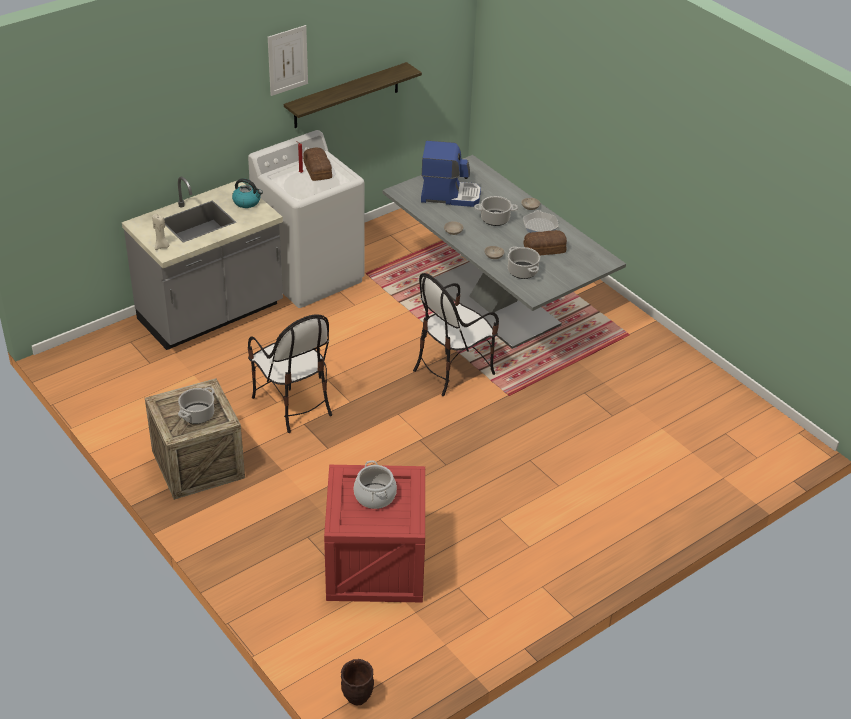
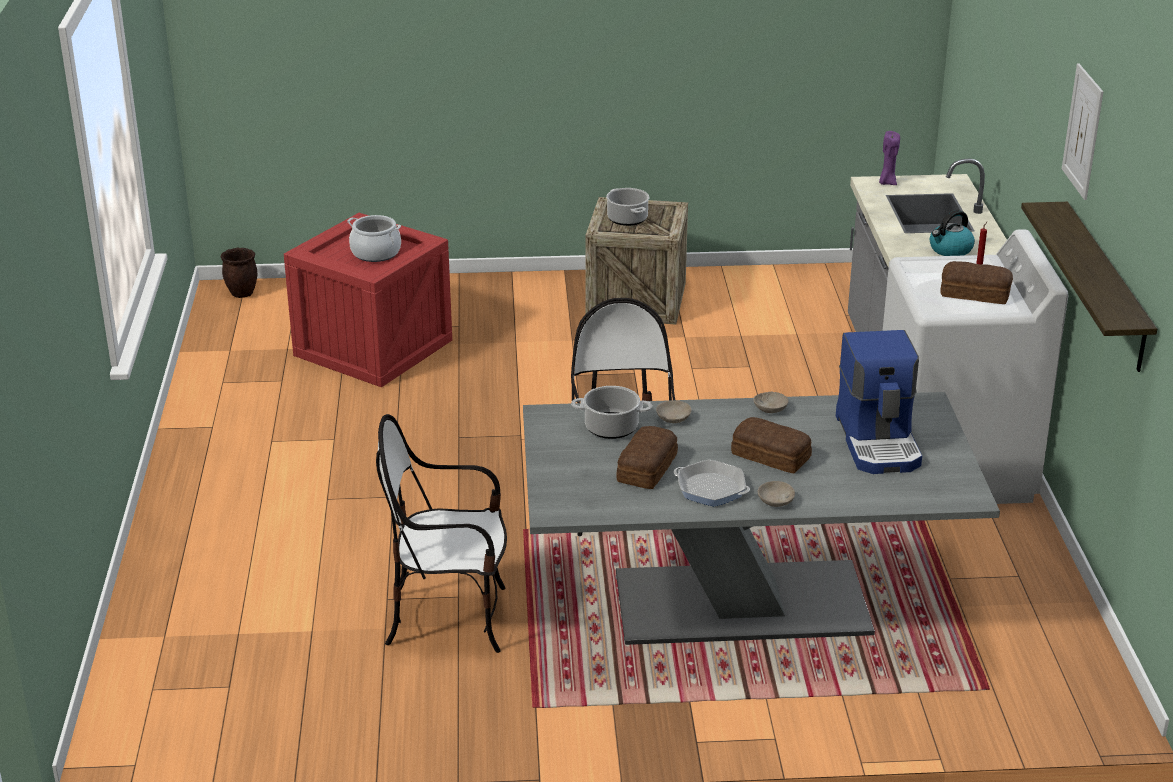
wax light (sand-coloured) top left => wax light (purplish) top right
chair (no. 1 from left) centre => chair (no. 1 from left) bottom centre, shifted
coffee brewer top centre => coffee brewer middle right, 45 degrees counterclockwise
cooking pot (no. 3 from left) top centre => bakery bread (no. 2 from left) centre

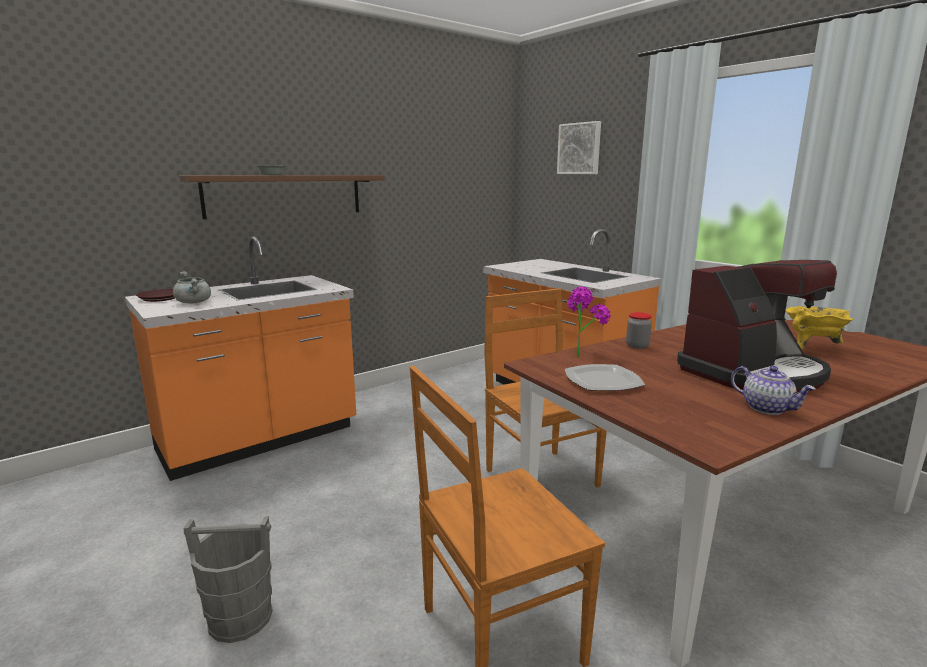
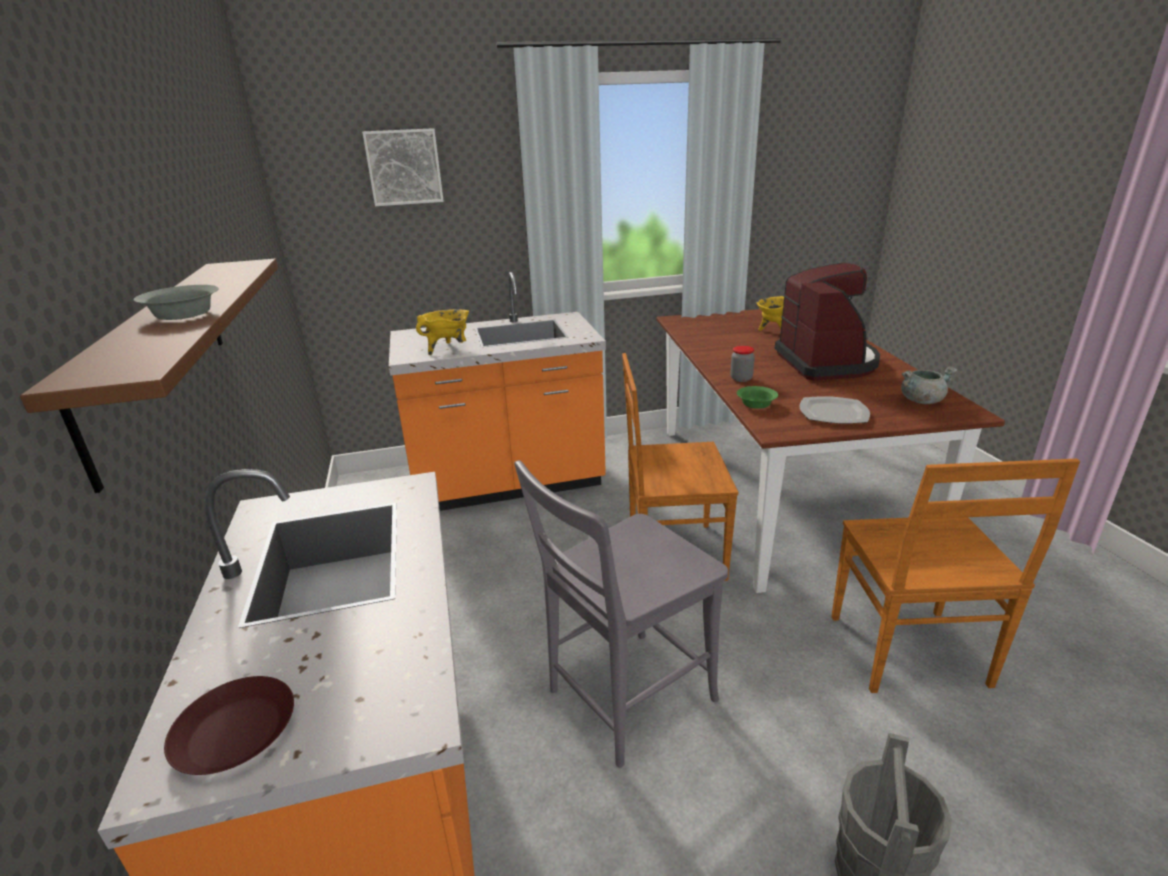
cooking pot (grey) middle left => cooking pot (grey) middle right, shifted
houseplant centre => serving bowl (green) centre
pot for tea middle right => nothing
nothing => cooking pot (yellow-coloured) (no. 1 from left) centre
nothing => chair (grey) bottom centre

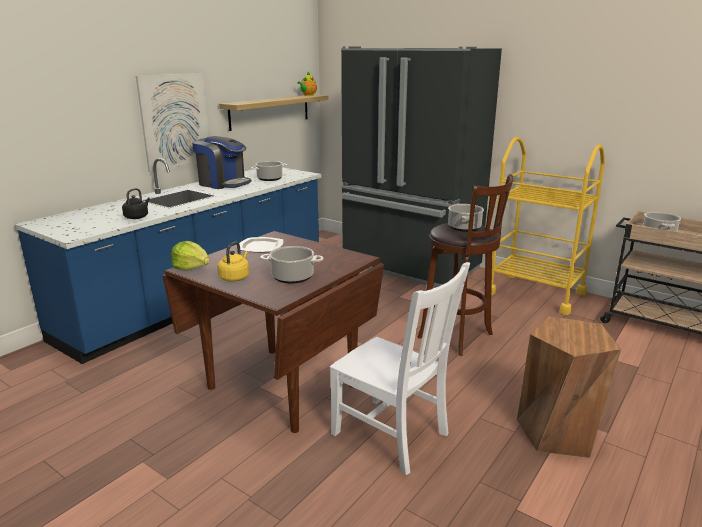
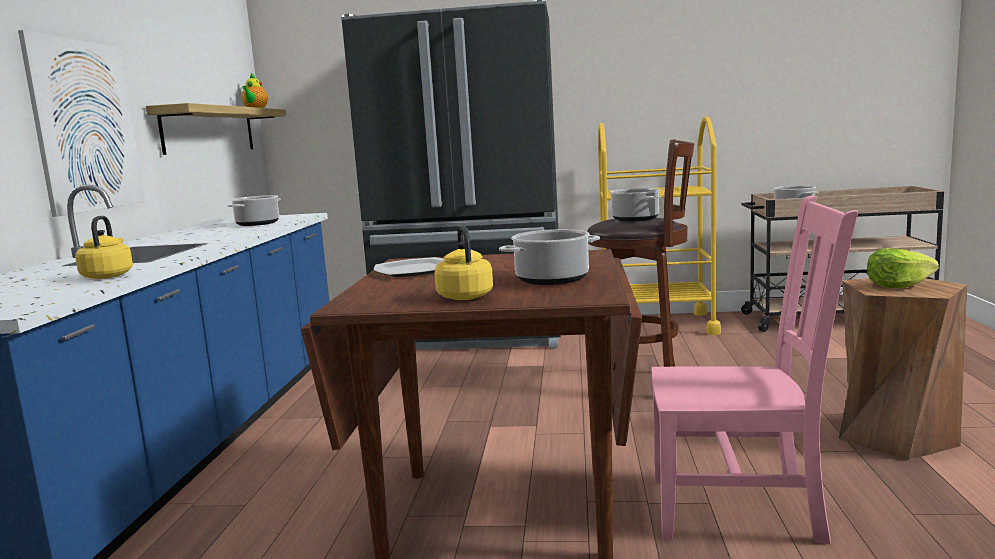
kettle (black-coloured) middle left => kettle (yellow-coloured) (no. 1 from left) middle left
head of lettuce middle left => head of lettuce middle right, shifted
coffee brewer top left => nothing
chair (whitish) bottom centre => chair (pinkish) middle right

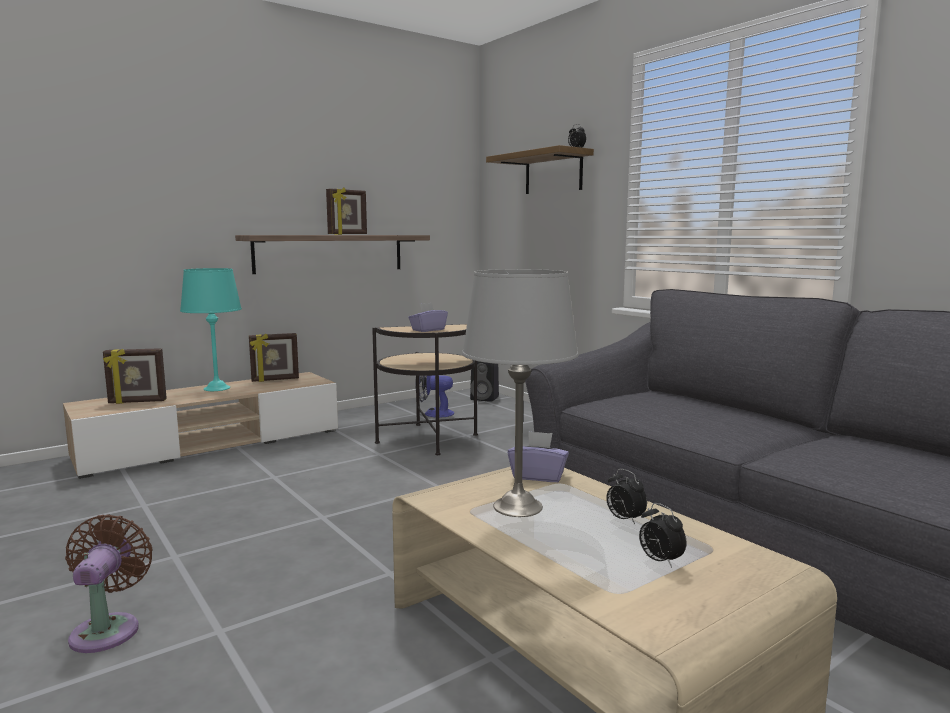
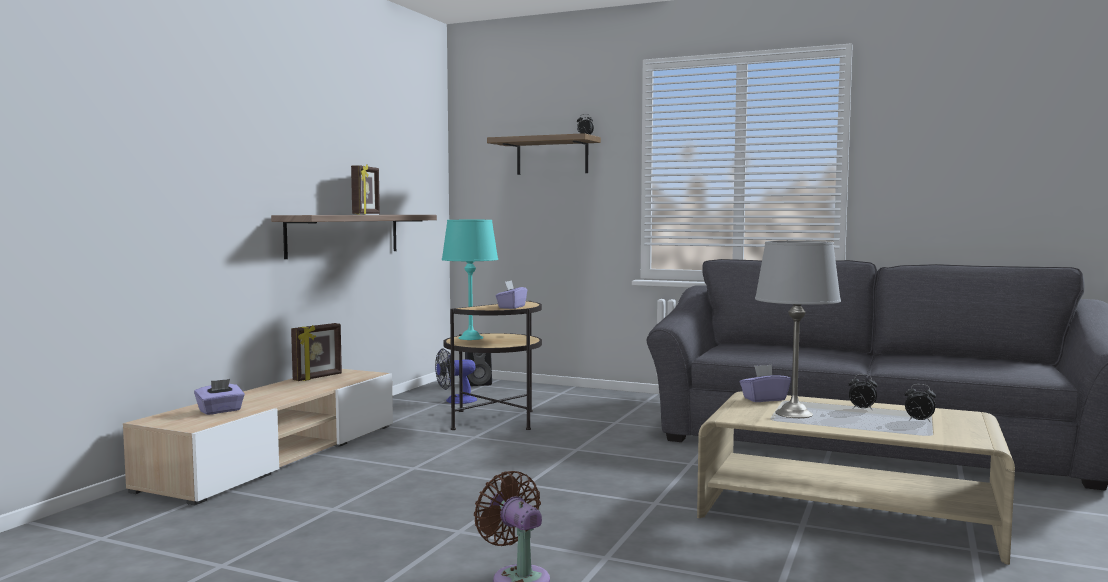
picture frame (no. 1 from left) middle left => tissue box (purplish) (no. 1 from left) bottom left
table lamp (turquoise) middle left => table lamp (turquoise) centre, shifted

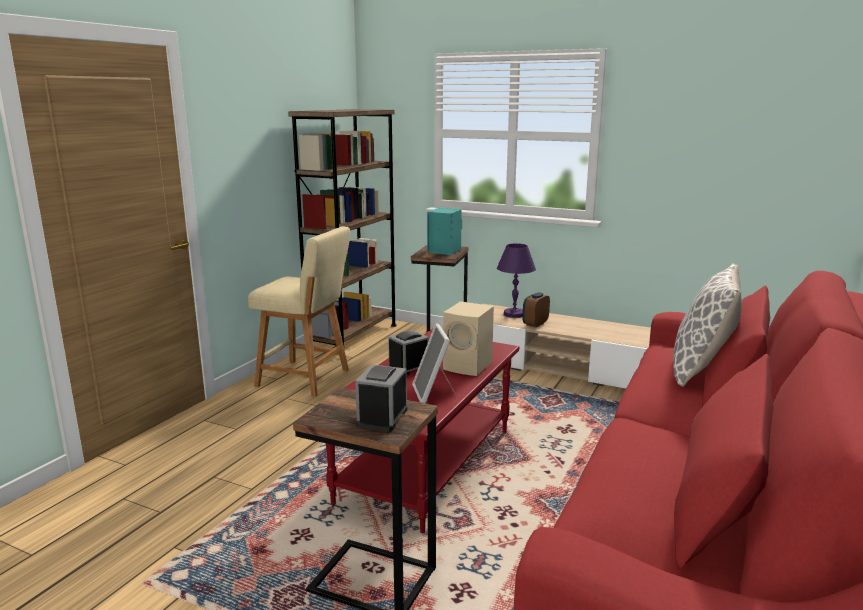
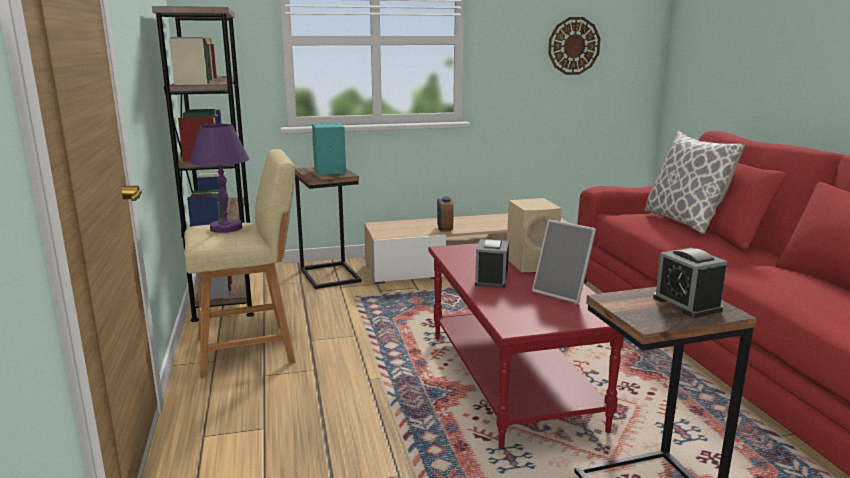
table lamp (purplish) centre => table lamp (purplish) middle left, shifted
nothing => clock on the wall top right

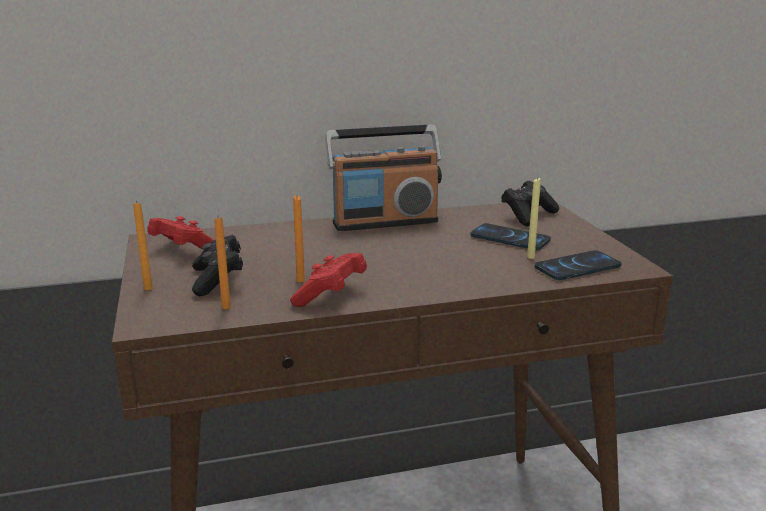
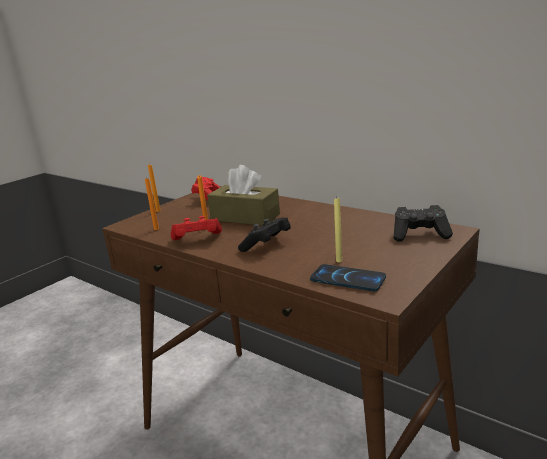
gamepad (black-coloured) (no. 1 from left) middle left => gamepad (black-coloured) (no. 1 from left) centre, shifted
radio receiver centre => nothing
telephone (no. 1 from left) centre => nothing
nothing => tissue box (brown) centre

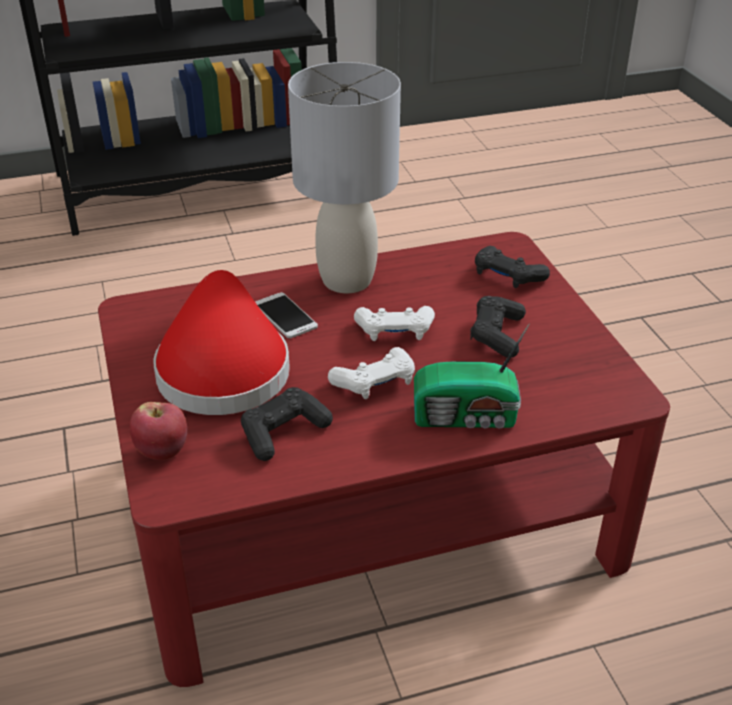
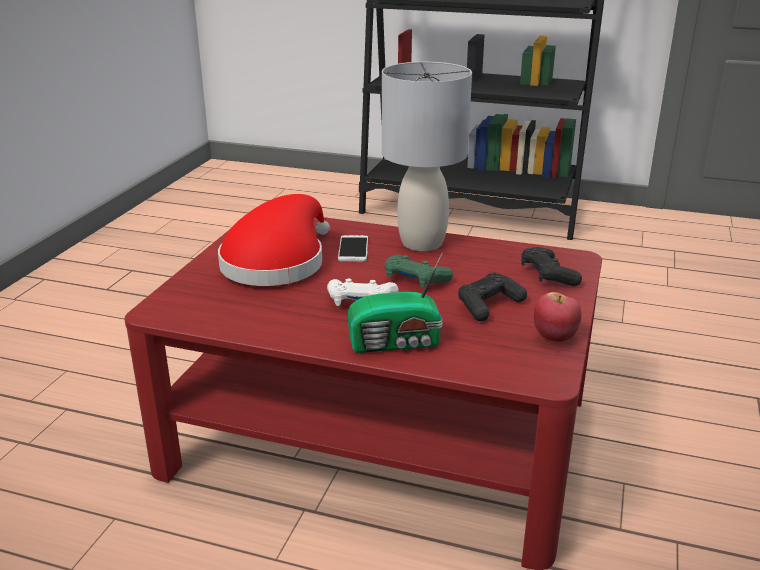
apple middle left => apple middle right, shifted
gamepad (black-coloured) (no. 1 from left) centre => nothing
gamepad (whitish) (no. 2 from left) centre => gamepad (green) centre
radio receiver centre, 45 degrees counterclockwise

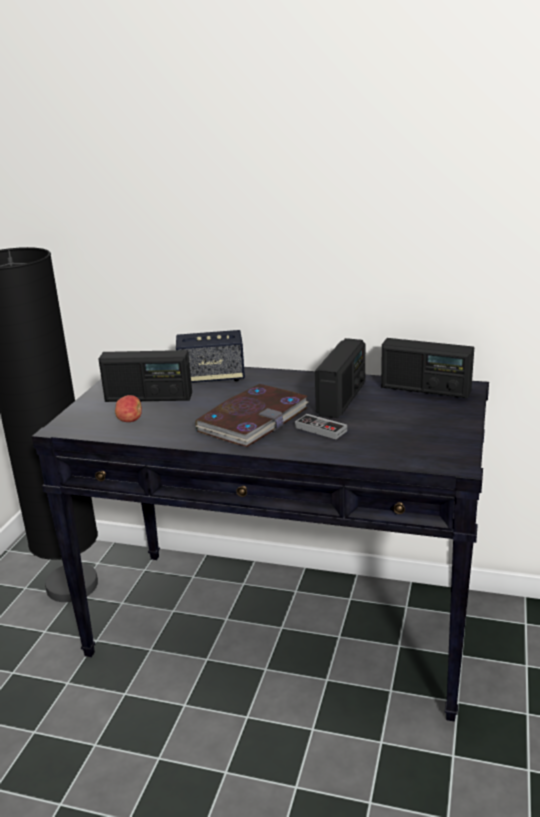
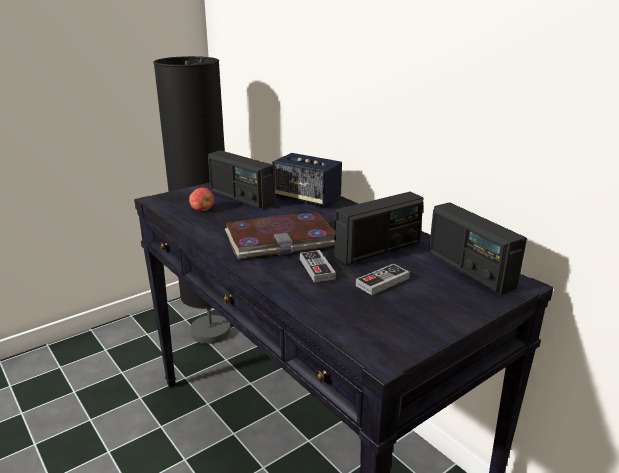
nothing => gamepad (no. 2 from left) centre

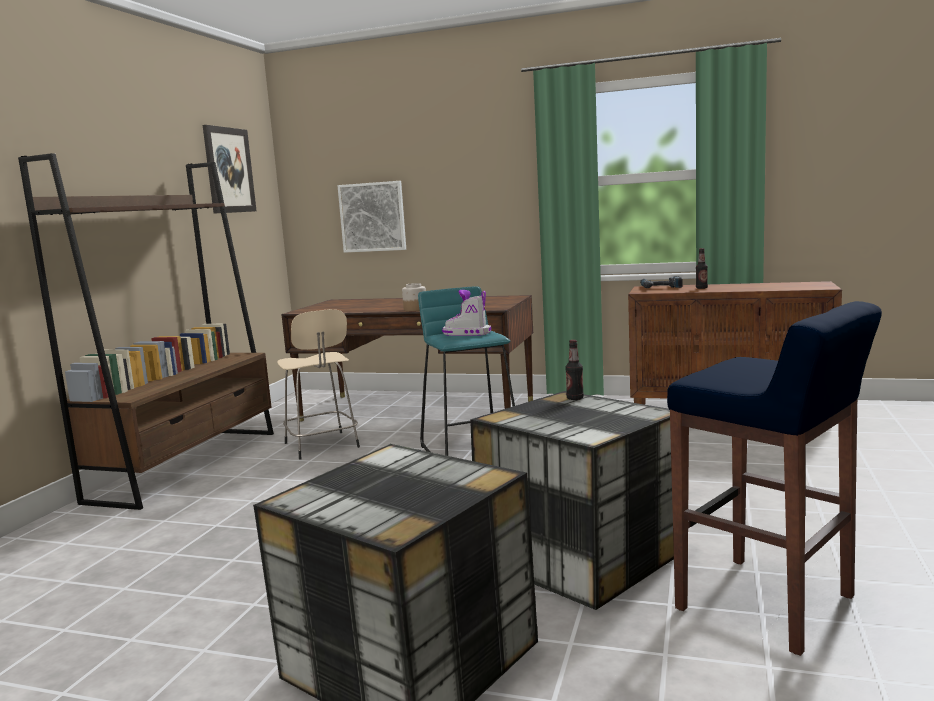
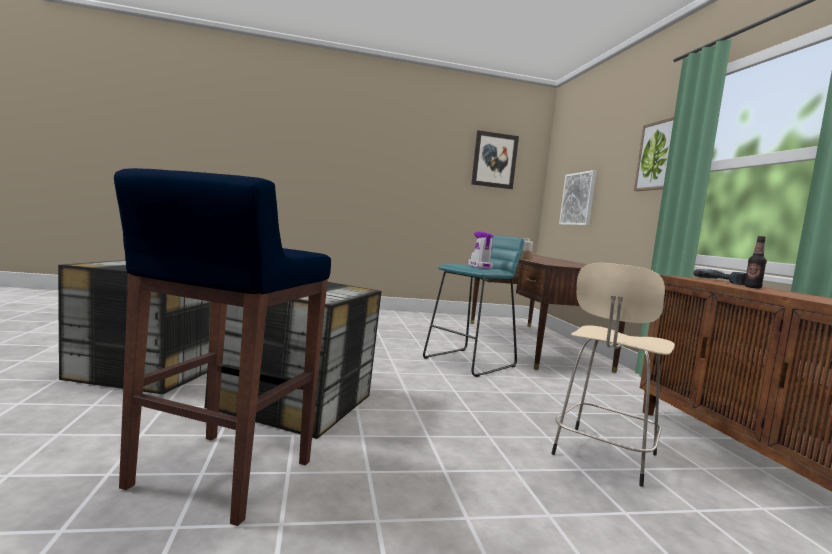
shelving unit (brown) middle left => nothing
sitting stool (sand-coloured) centre => sitting stool (sand-coloured) bottom right, shifted
bottle (no. 1 from left) centre => nothing
nothing => picture (no. 3 from left) top right

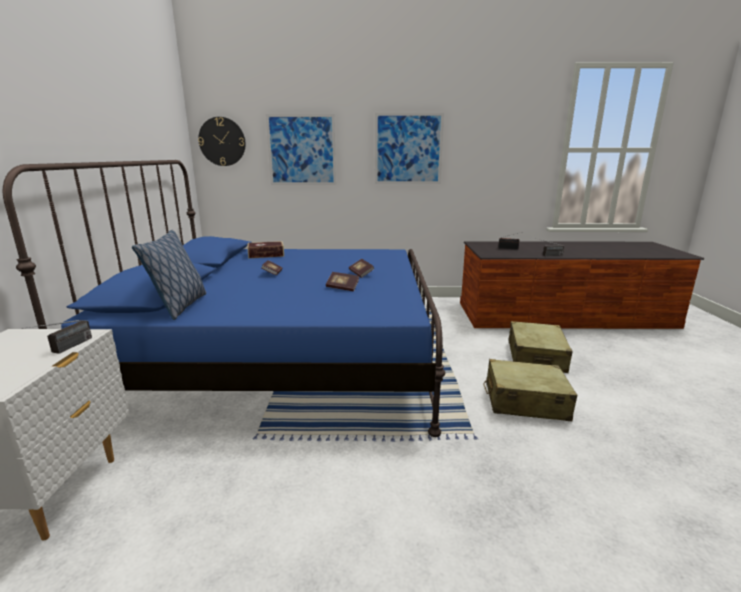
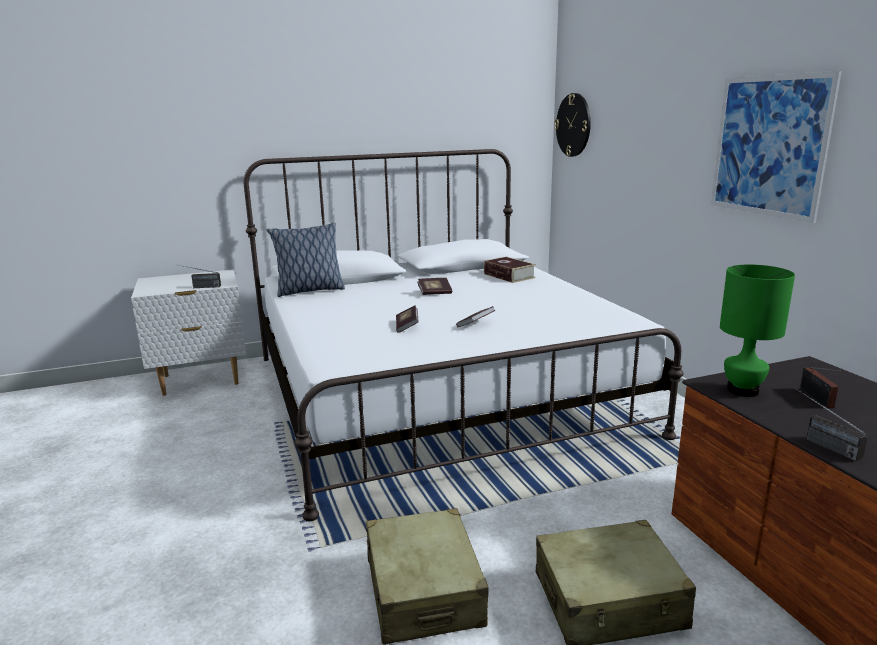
sleeping bed (blue) middle left => sleeping bed (whitish) centre
picture (no. 1 from left) top centre => nothing
nothing => table lamp (green) middle right

